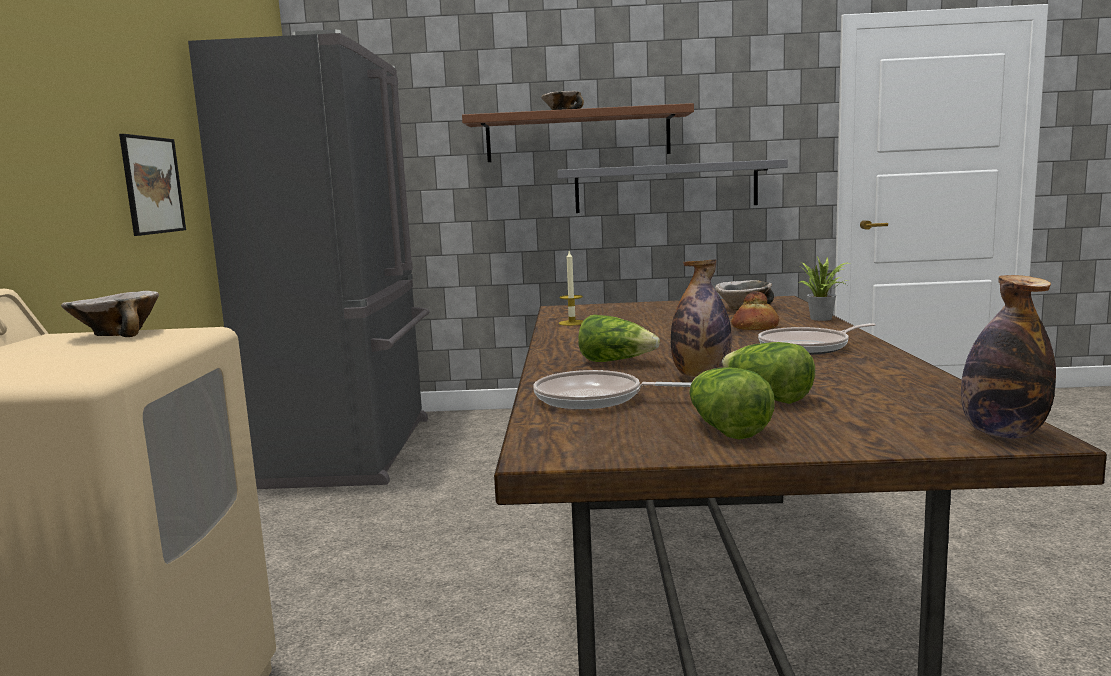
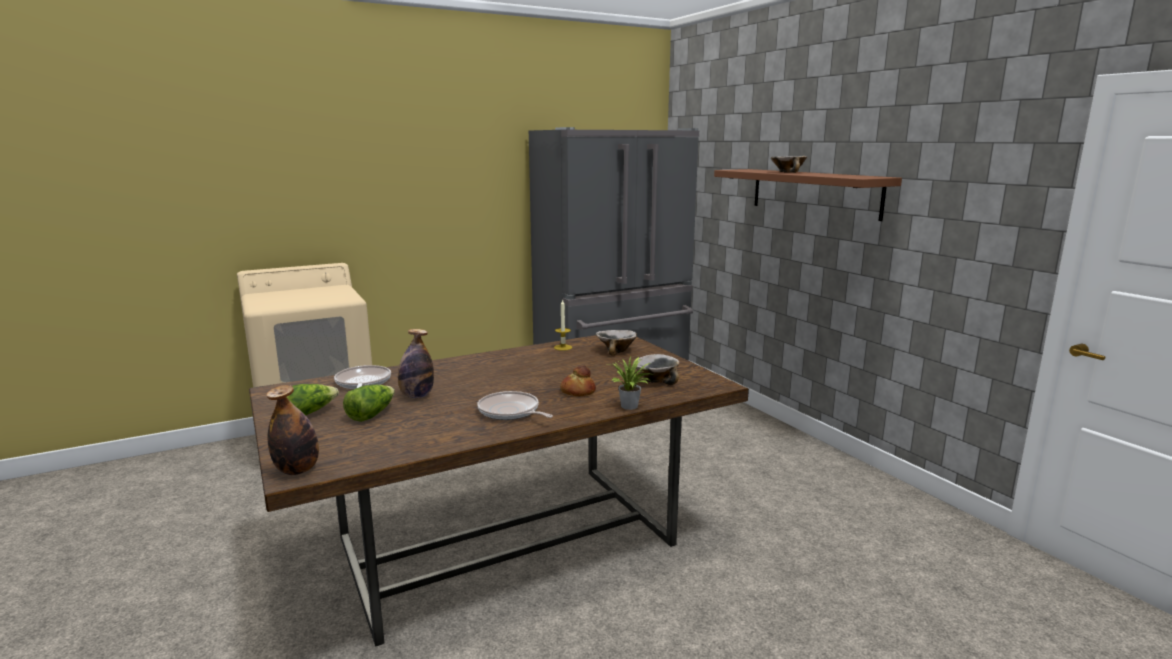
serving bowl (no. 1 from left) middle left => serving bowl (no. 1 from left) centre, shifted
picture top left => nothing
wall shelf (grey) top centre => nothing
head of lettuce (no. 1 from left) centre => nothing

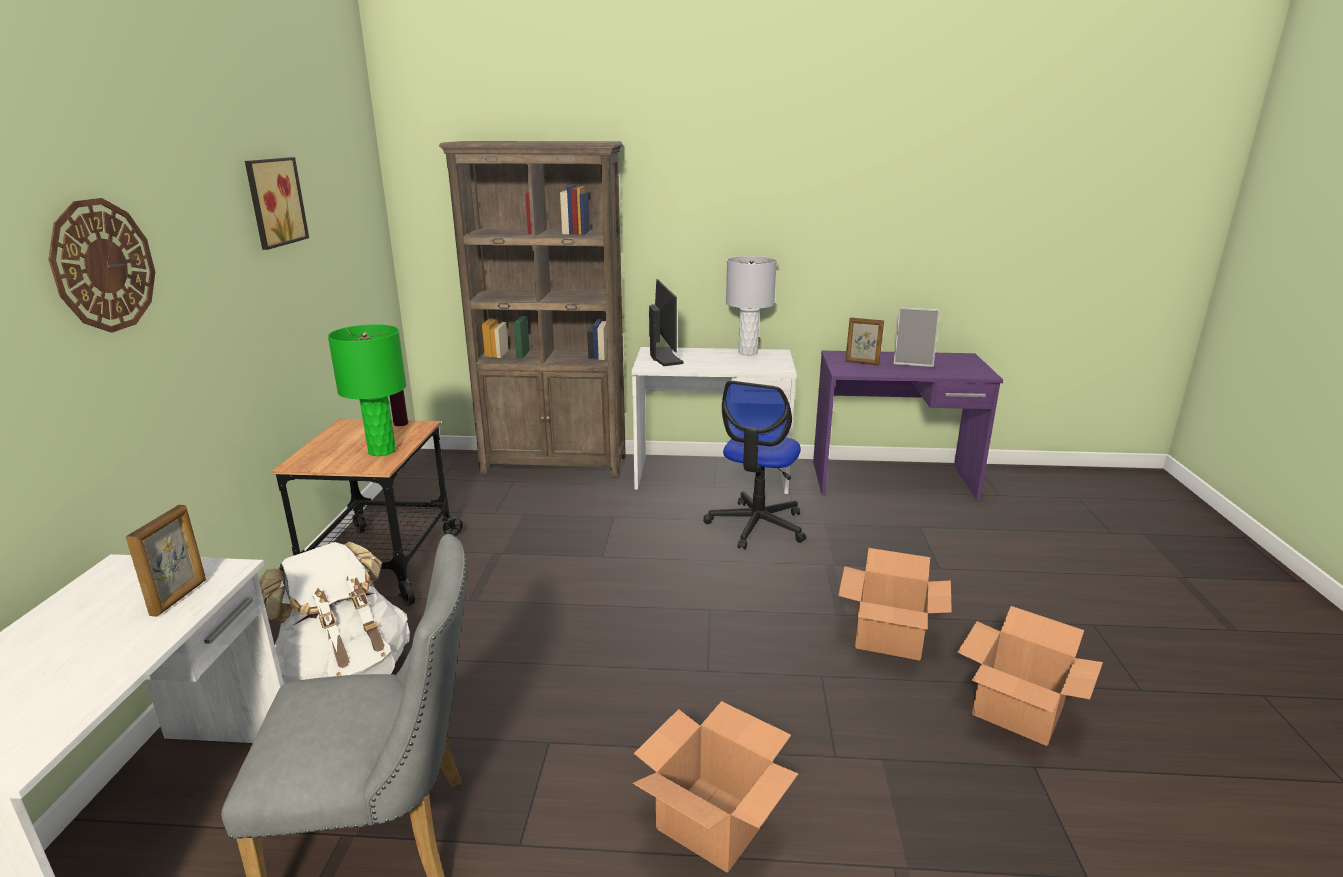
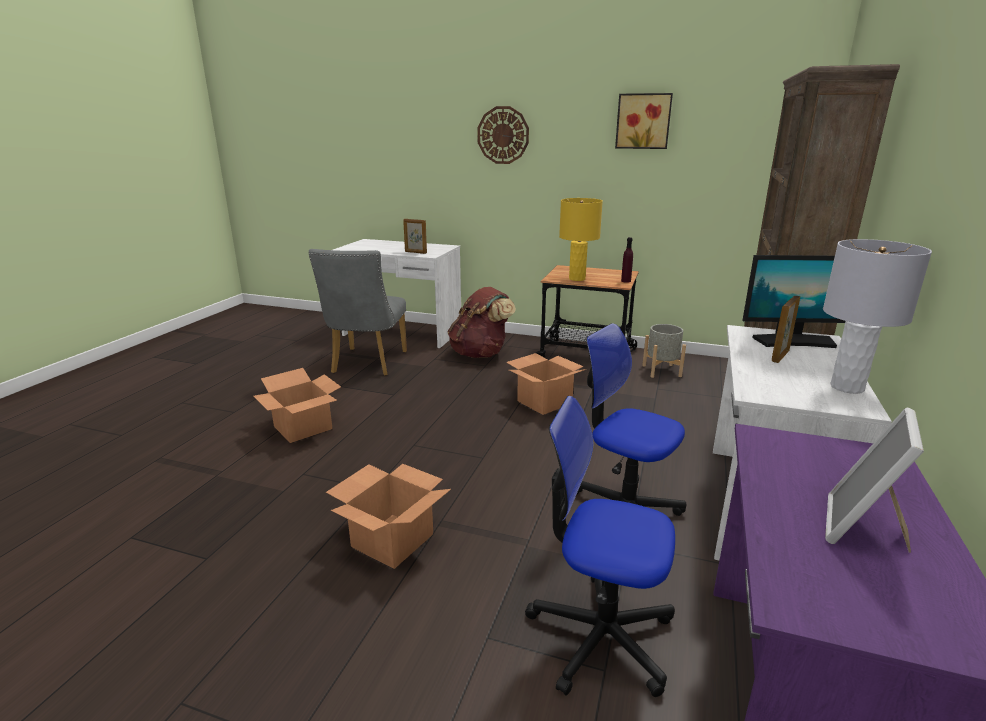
rucksack (whitish) bottom left => rucksack (brown) centre
table lamp (green) middle left => table lamp (yellow-coloured) top centre
picture frame (no. 2 from left) centre => picture frame (no. 2 from left) middle right, shifted
cardboard box (no. 3 from left) bottom right => cardboard box (no. 3 from left) centre, shifted
nothing => desk chair (no. 1 from left) bottom centre
nothing => planter (grey) middle right

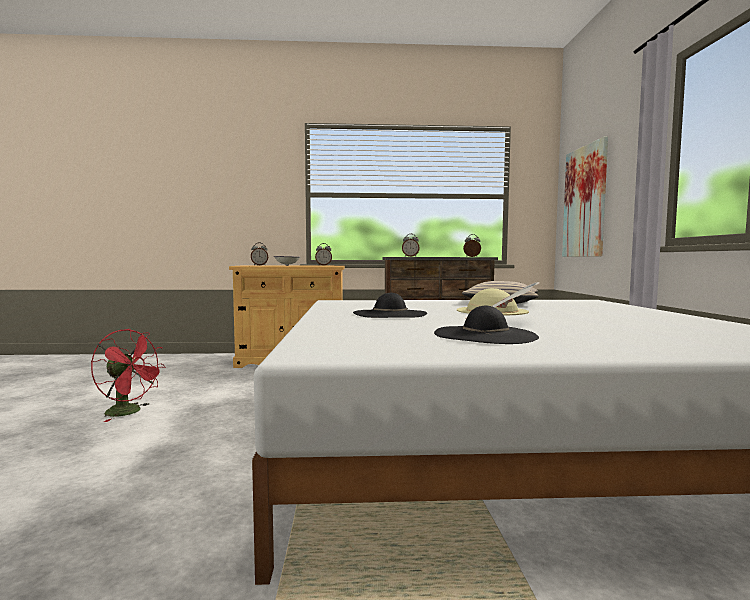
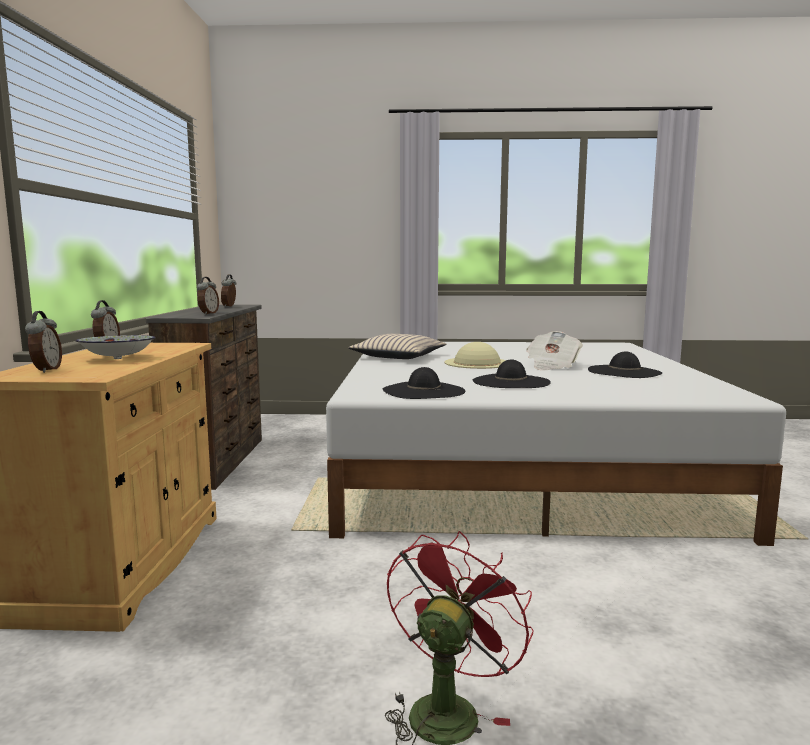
picture top right => nothing
nothing => clothing hat (black-coloured) (no. 1 from left) centre

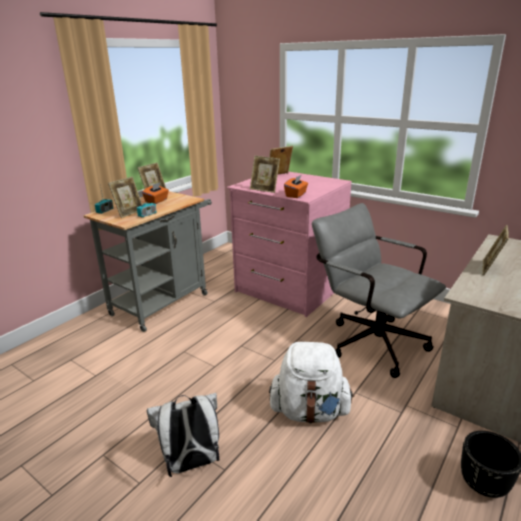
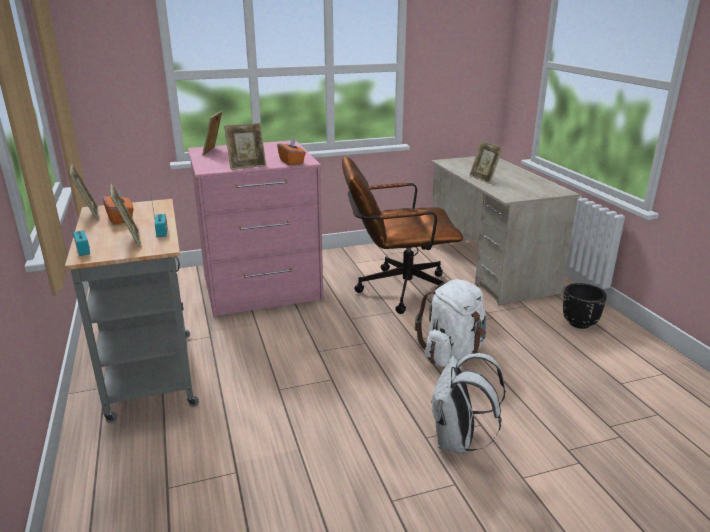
desk chair (grey) middle right => desk chair (brown) centre

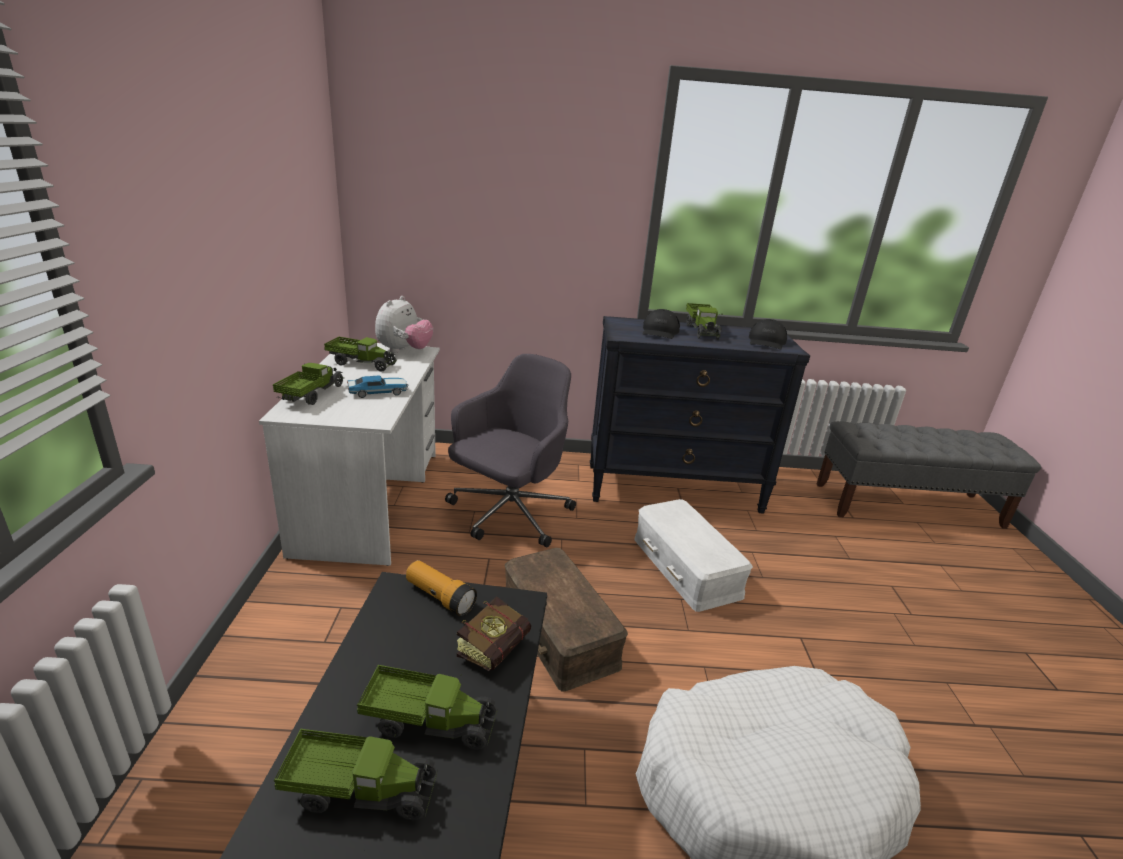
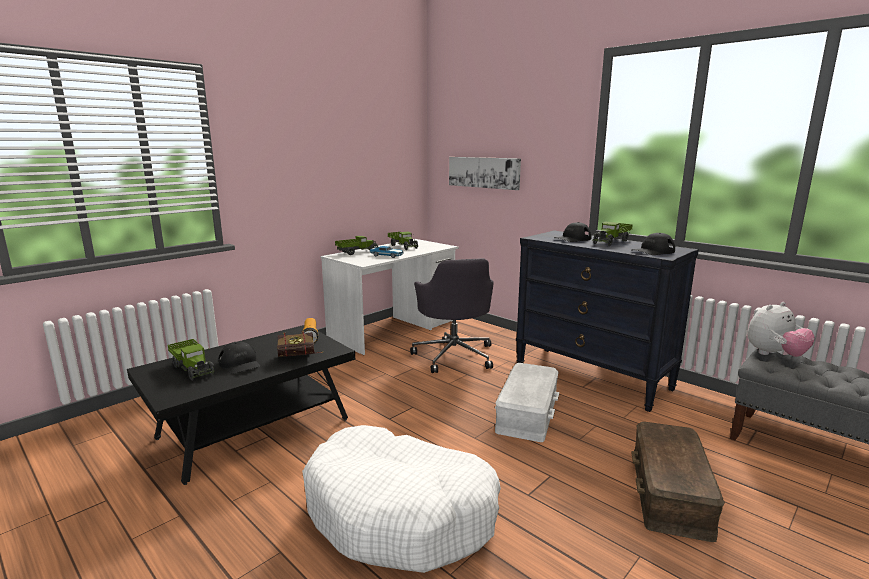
model truck (no. 4 from left) bottom centre => baseball cap (black-coloured) (no. 1 from left) middle left
soft toy centre => soft toy middle right, shifted
desk chair (grey) centre, 90 degrees clockwise
storage bin (brown) bottom centre => storage bin (brown) bottom right, shifted
nothing => picture top centre

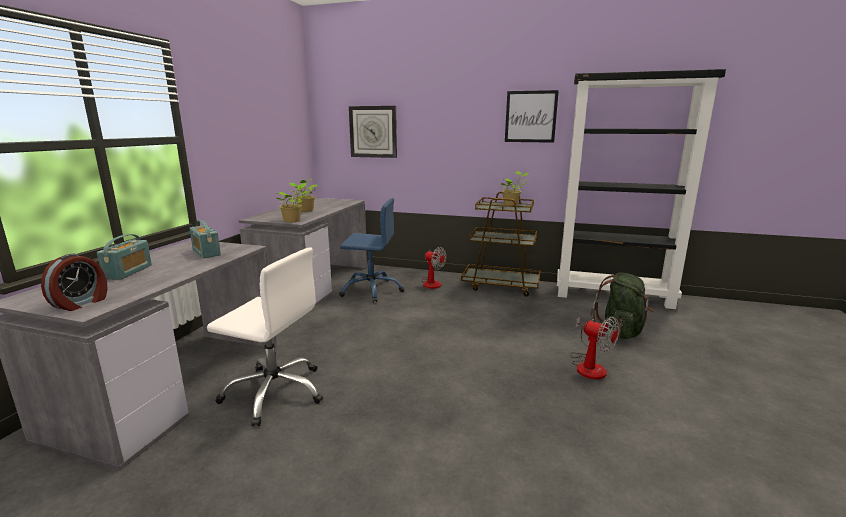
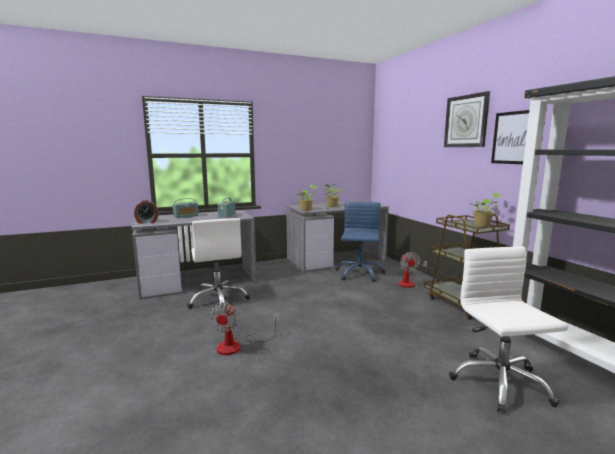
desk chair (blue) centre, 135 degrees counterclockwise
clock on the wall top centre => clock on the wall top right, shifted
electric fan (no. 2 from left in the first image) bottom right => electric fan (no. 1 from left) bottom centre, shifted
rucksack (green) middle right => desk chair (whitish) (no. 2 from left) bottom right

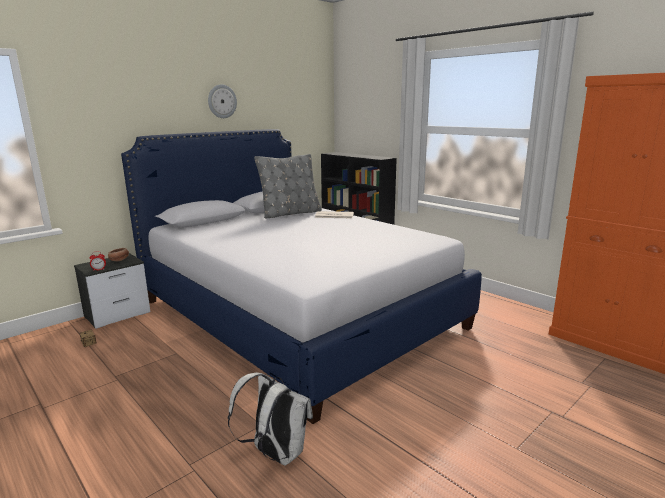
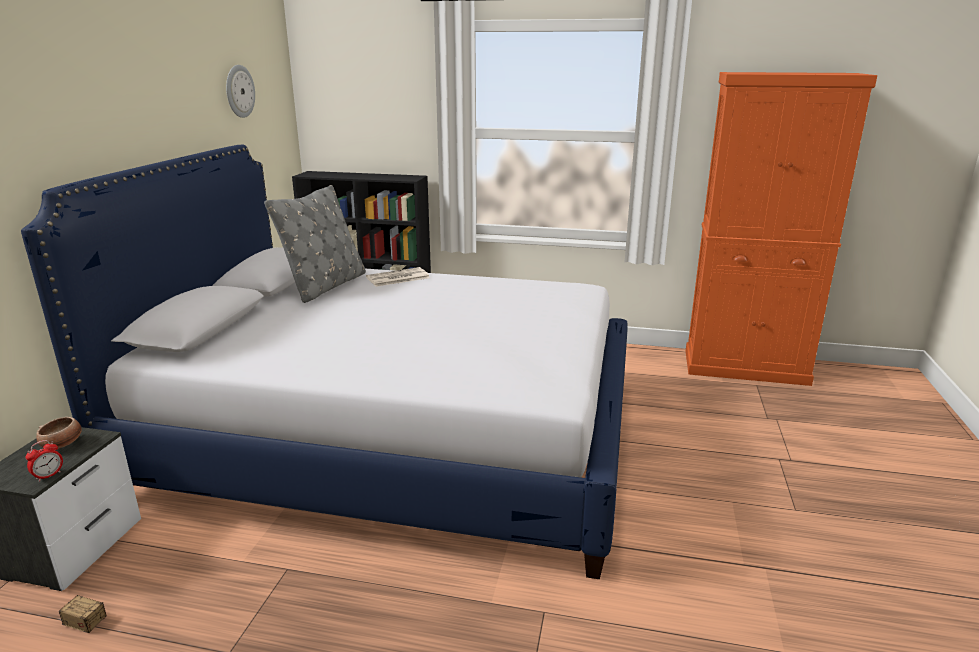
clock on the wall top centre => clock on the wall top left, shifted
rucksack (whitish) bottom centre => nothing

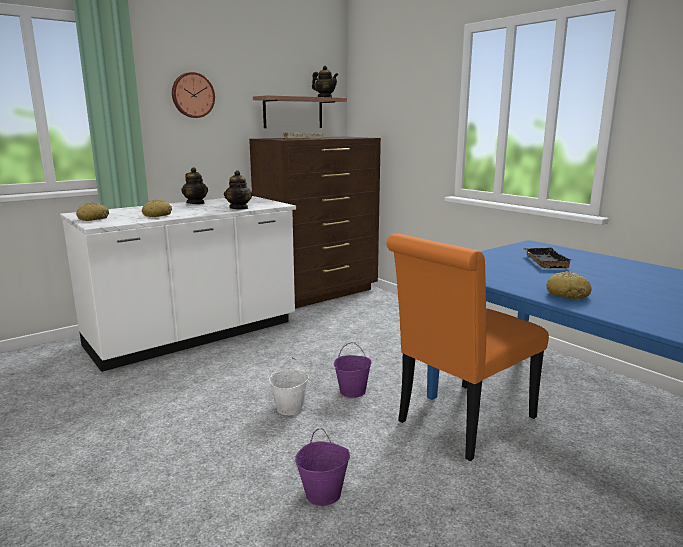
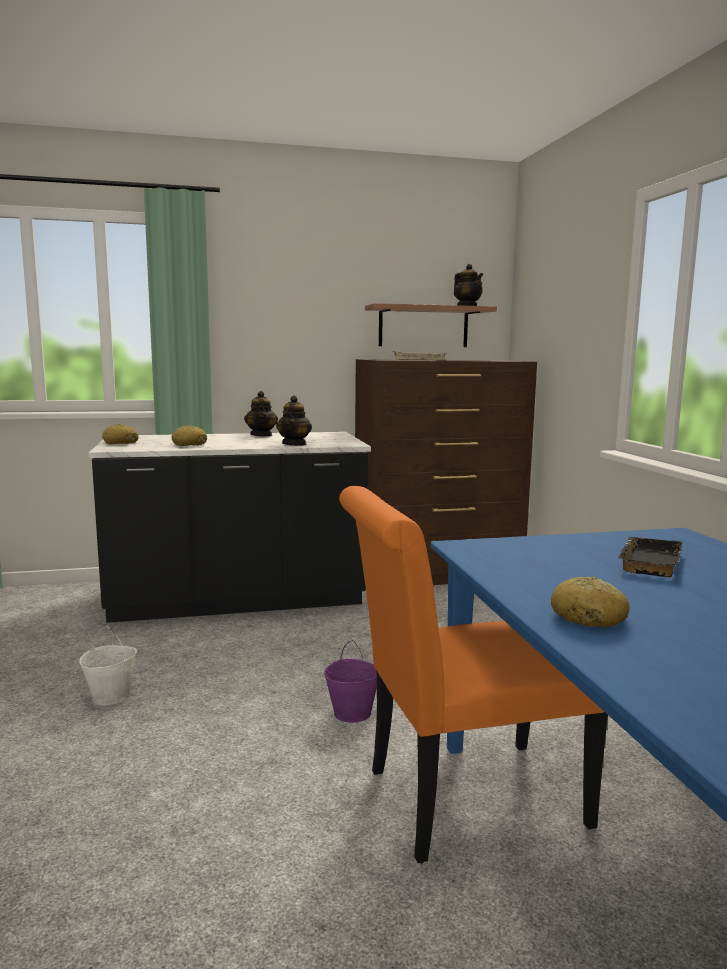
counter (whitish) middle left => counter (black-coloured) middle left
clock on the wall top left => nothing
bucket (whitish) bottom centre => bucket (whitish) bottom left, shifted
bucket (purplish) (no. 1 from left) bottom centre => nothing

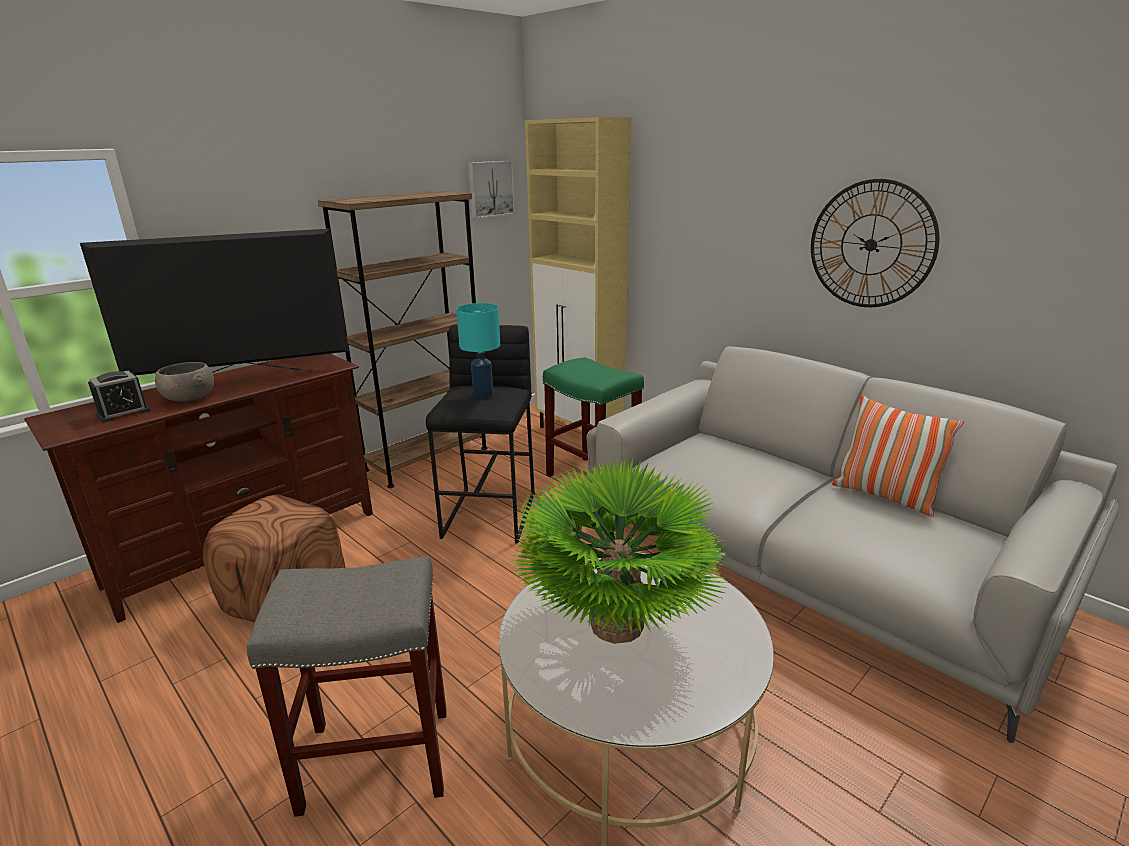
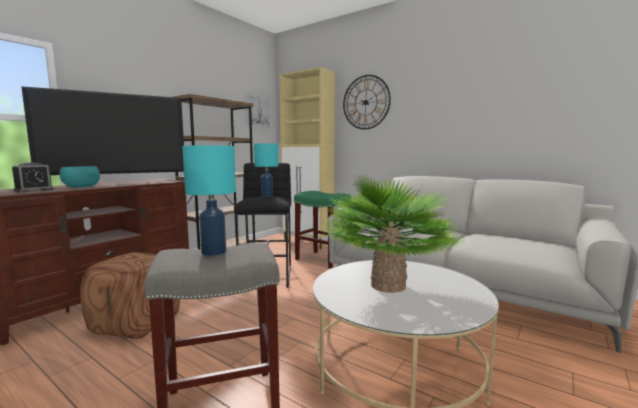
serving bowl (grey) middle left => serving bowl (turquoise) middle left
clock on the wall top right => clock on the wall top centre, shifted
pillow middle right => nothing
nothing => table lamp (turquoise) (no. 1 from left) middle left

